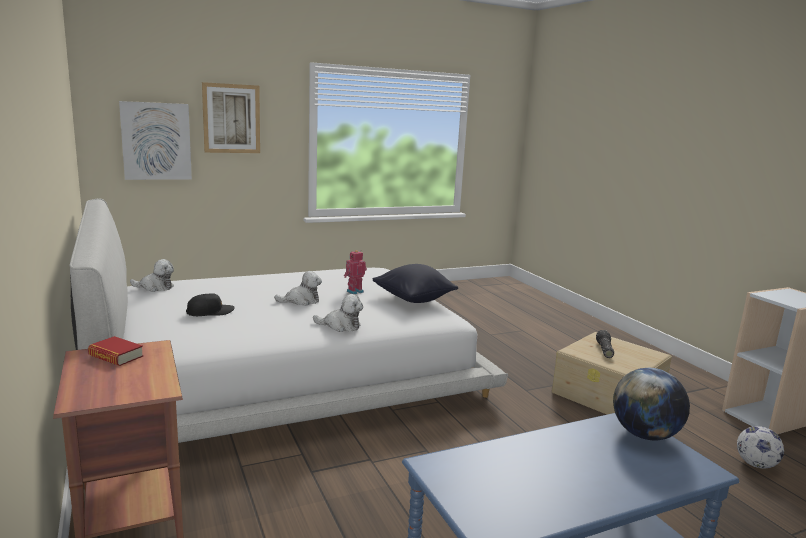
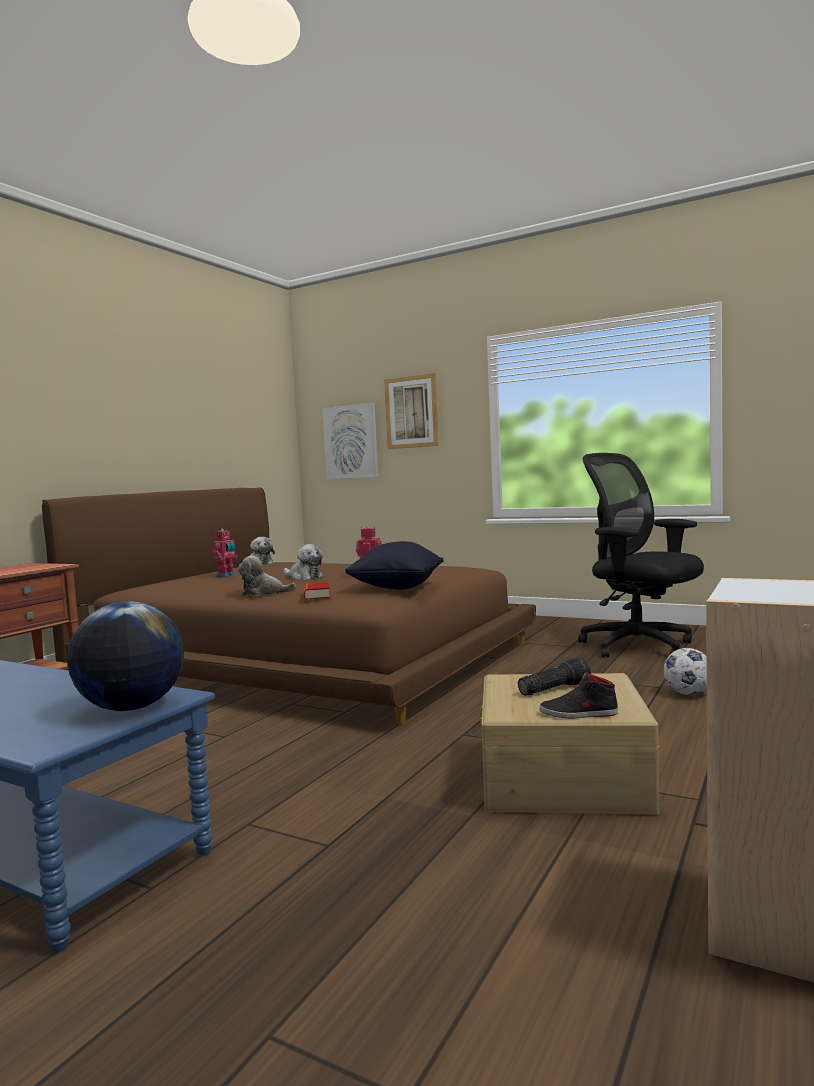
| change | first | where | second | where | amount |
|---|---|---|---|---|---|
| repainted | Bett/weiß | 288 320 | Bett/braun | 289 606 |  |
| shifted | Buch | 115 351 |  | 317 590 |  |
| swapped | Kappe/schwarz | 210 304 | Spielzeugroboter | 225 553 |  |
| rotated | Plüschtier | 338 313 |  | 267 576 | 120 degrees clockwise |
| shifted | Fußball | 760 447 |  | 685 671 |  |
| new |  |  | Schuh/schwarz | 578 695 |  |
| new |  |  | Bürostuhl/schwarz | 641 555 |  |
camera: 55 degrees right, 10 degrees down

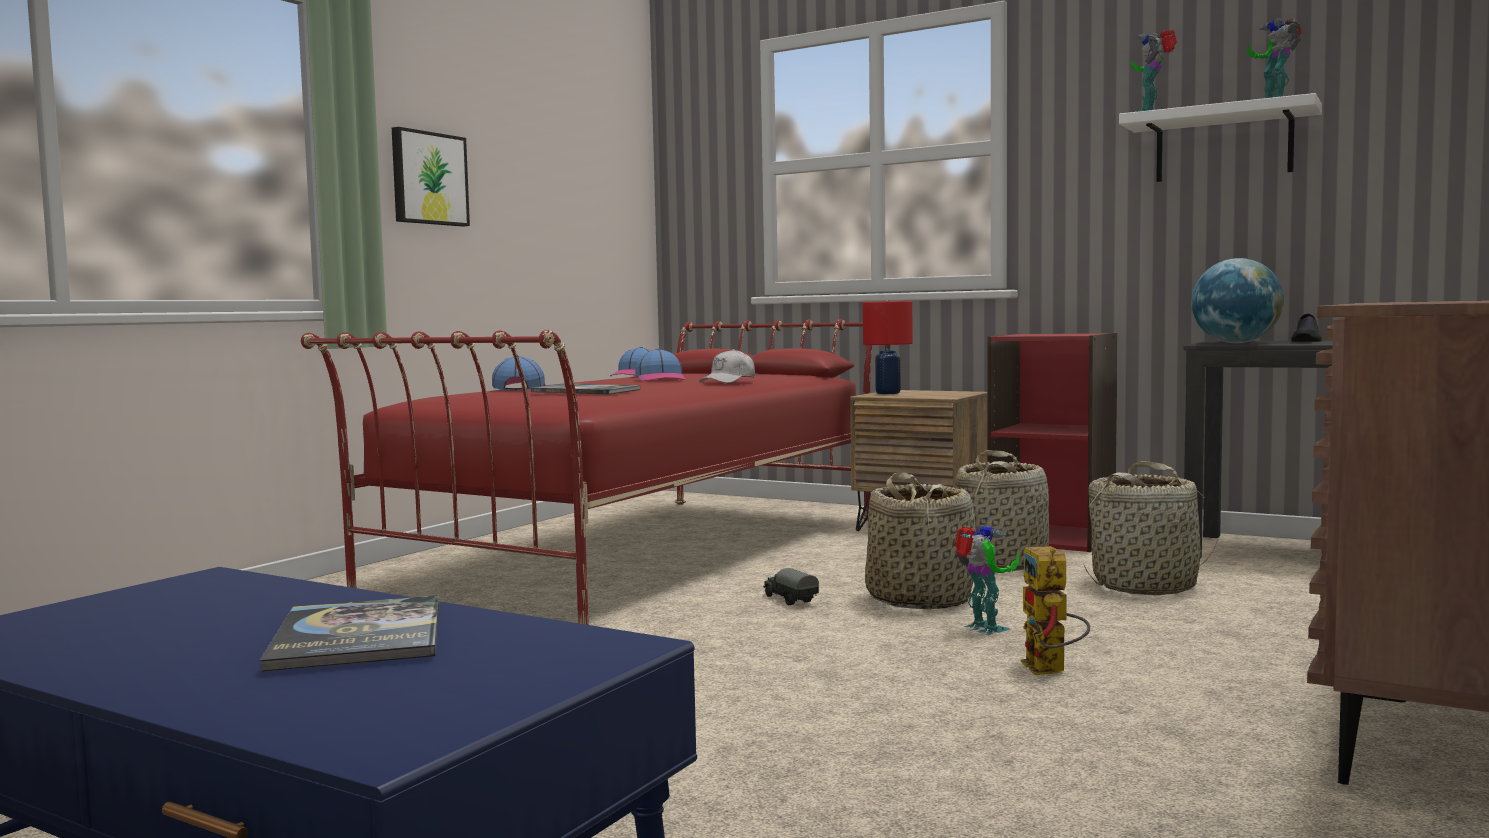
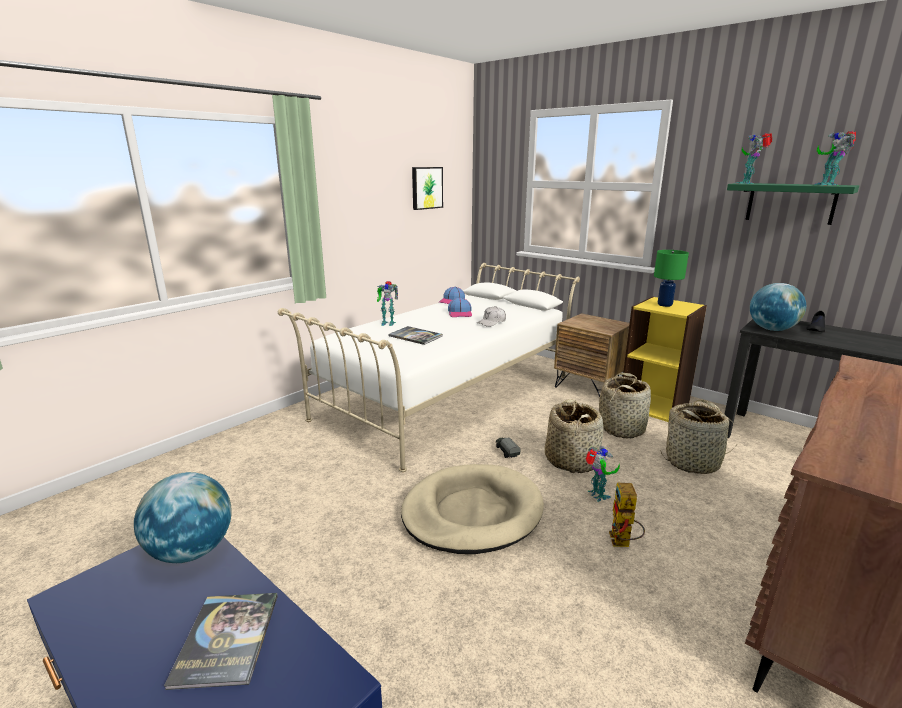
| change | first | where | second | where | amount |
|---|---|---|---|---|---|
| repainted | Bett/rot | 586 472 | Bett/weiß | 429 367 |  |
| shifted | Bild | 431 176 |  | 427 188 |  |
| swapped | Kappe | 518 373 | Spielzeugroboter | 387 303 |  |
| gone | Tischlampe/rot | 888 347 |  |  |  |
| repainted | Bücherregal/rot | 1052 442 | Bücherregal/gelb | 665 359 |  |
| repainted | Wandregal/weiß | 1220 137 | Wandregal/grün | 793 204 |  |
| new |  |  | Globus | 183 517 |  |
| new |  |  | Hundebett/beige | 472 509 |  |
| new |  |  | Tischlampe/grün | 671 278 |  |
camera: 10 degrees right, 15 degrees up

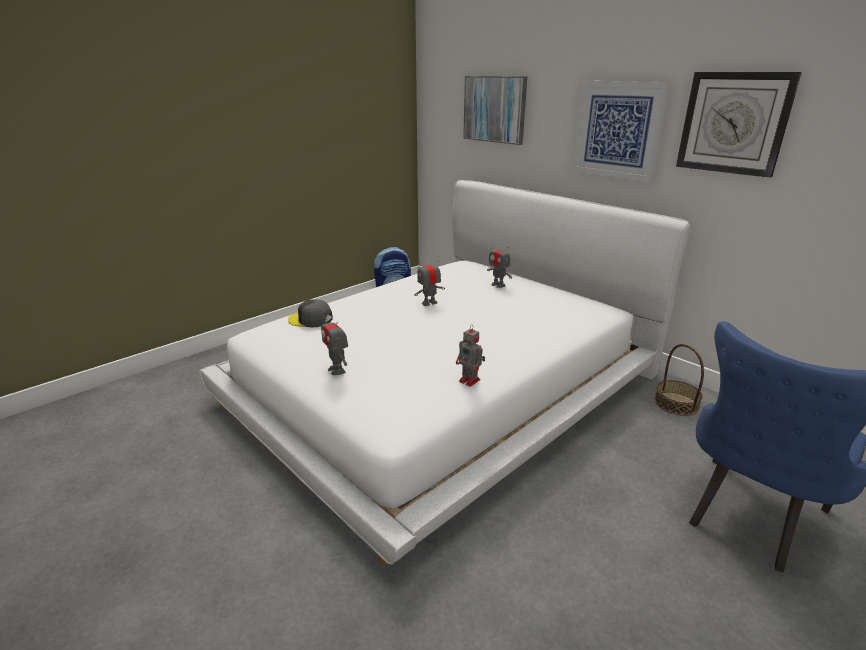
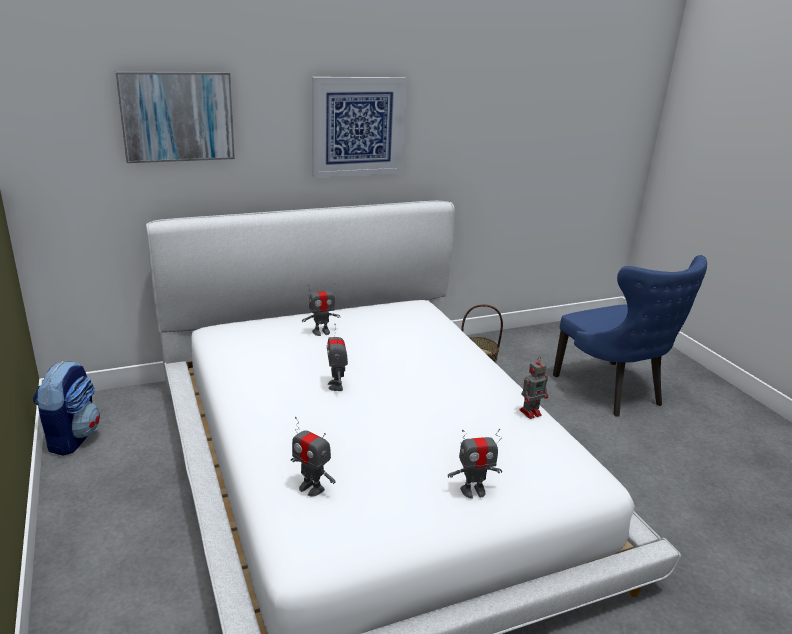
| change | first | where | second | where | amount |
|---|---|---|---|---|---|
| swapped | Kappe/grau | 310 313 | Spielzeugroboter | 313 457 |  |
| gone | Wanduhr | 739 125 |  |  |  |
camera: 70 degrees left, 0 degrees up

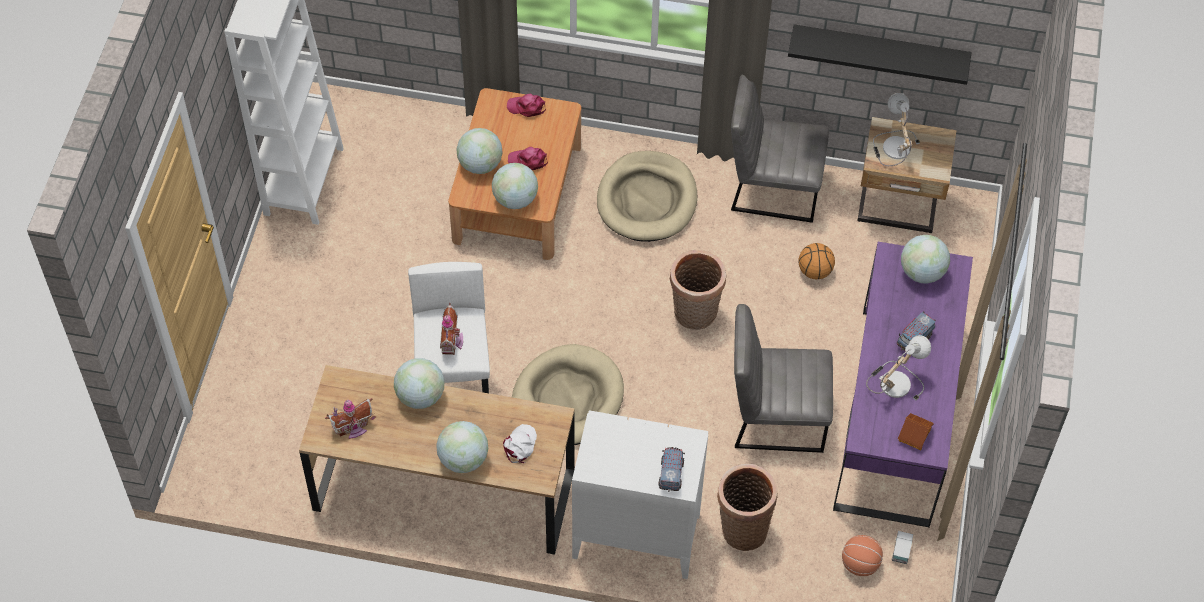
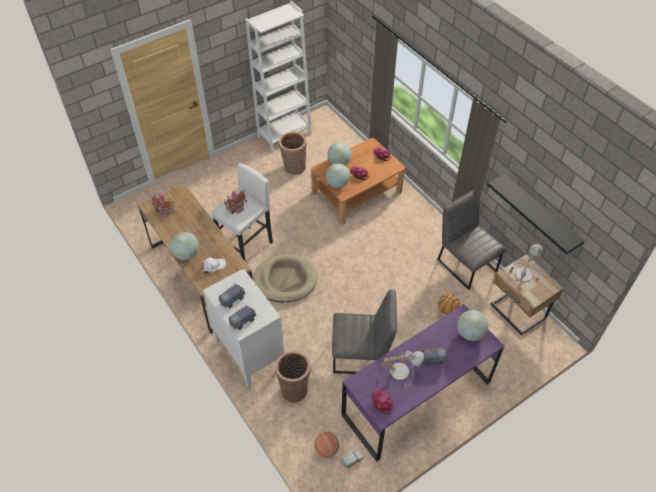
| change | first | where | second | where | amount |
|---|---|---|---|---|---|
| gone | Globus | 419 383 |  |  |  |
| gone | Hundebett/beige | 647 196 |  |  |  |
| shifted | Korb | 698 290 |  | 292 153 |  |
| rotated | Stuhl/grau | 783 378 |  | 364 331 | 135 degrees clockwise |
| swapped | Spielzeughaus | 916 431 | Kappe/rosa | 382 401 |  |
| new |  |  | Spielzeuglaster | 232 296 |  |
camera: 45 degrees right, 5 degrees down

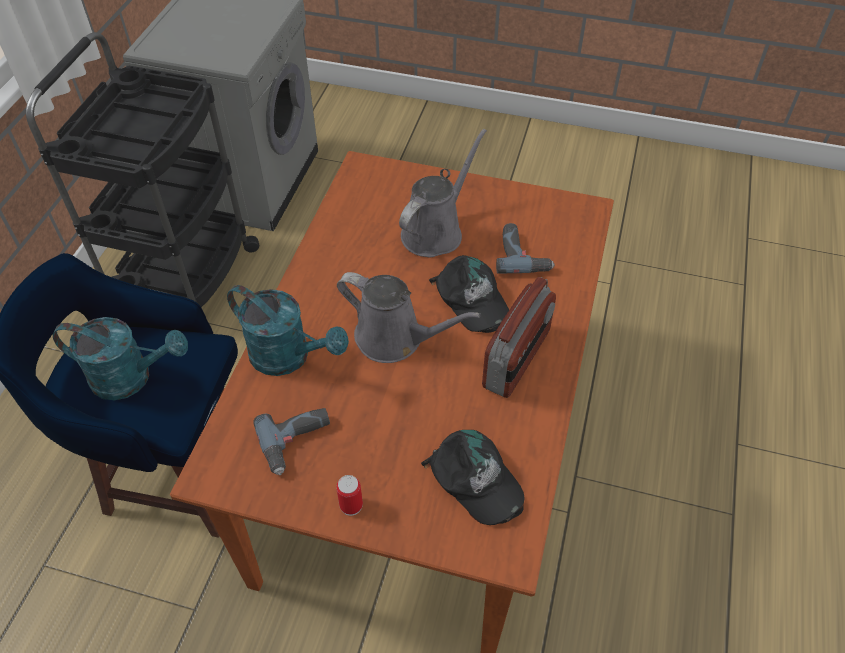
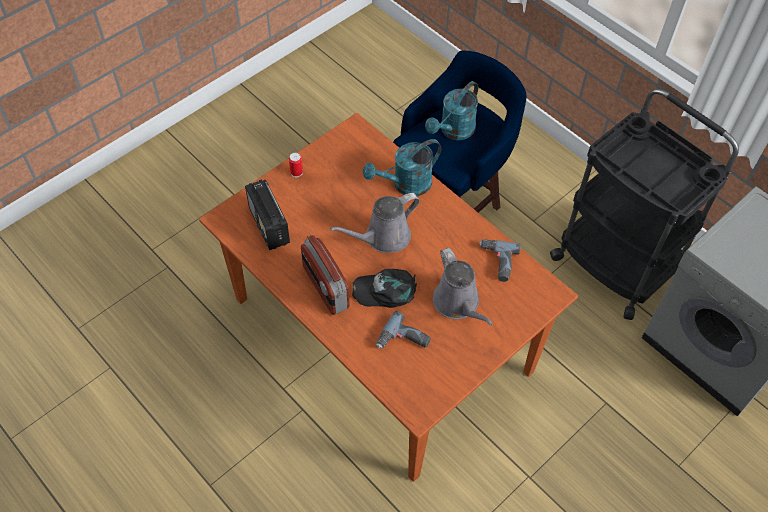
| change | first | where | second | where | amount |
|---|---|---|---|---|---|
| shifted | Bohrmaschine | 291 441 |  | 500 260 |  |
| swapped | Kappe/schwarz | 473 477 | Radio | 267 214 |  |
camera: 120 degrees right, 5 degrees up

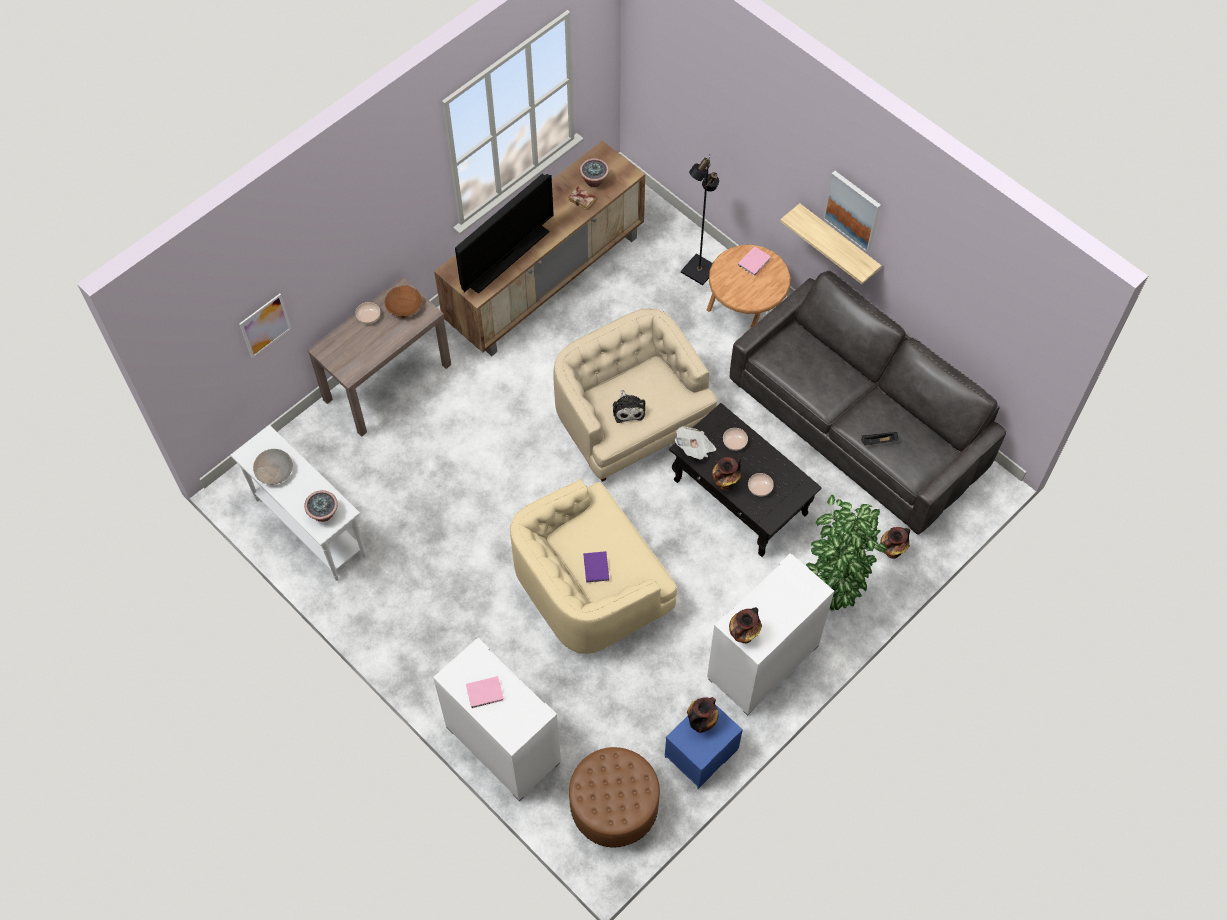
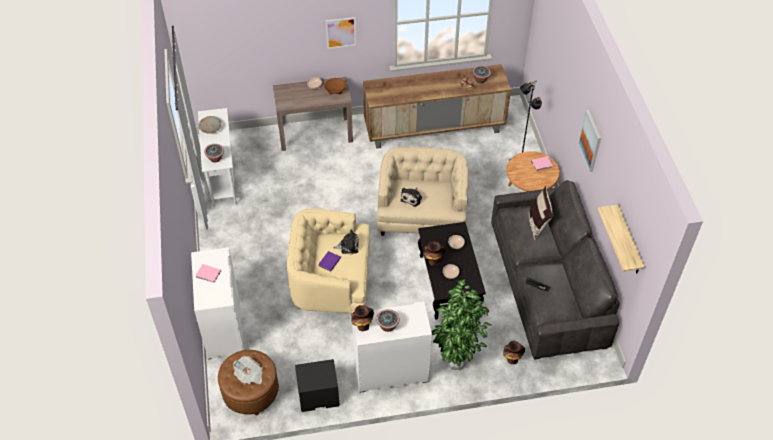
| change | first | where | second | where | amount |
|---|---|---|---|---|---|
| shifted | Bild | 265 326 |  | 341 33 |  |
| gone | Fernseher | 504 234 |  |  |  |
| repainted | Nachttisch/blau | 704 743 | Nachttisch/schwarz | 317 385 |  |
| shifted | Zeitung | 695 443 |  | 248 370 |  |
| gone | Vase | 703 715 |  |  |  |
| shifted | Wandregal | 830 243 |  | 621 239 |  |
| new |  |  | Plüschtier | 346 242 |  |
| new |  |  | Topfpflanze | 387 320 |  |
| new |  |  | Kissen | 541 213 |  |
camera: 35 degrees right, 10 degrees down

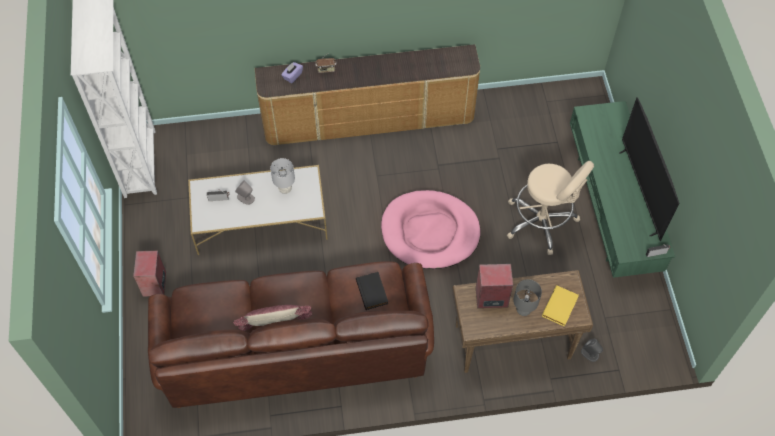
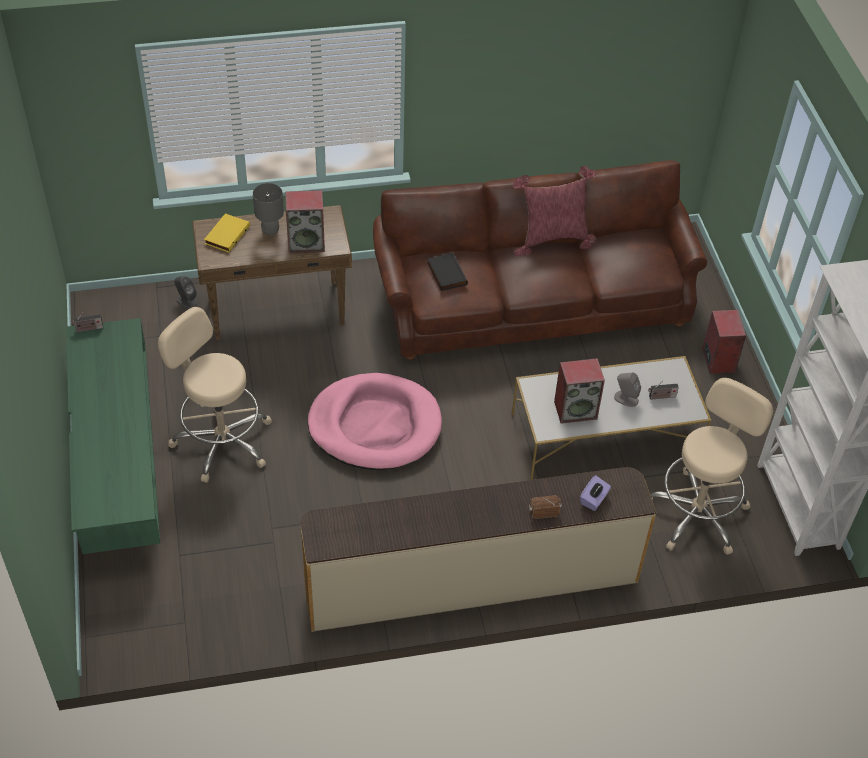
| change | first | where | second | where | amount |
|---|---|---|---|---|---|
| swapped | Tischlampe/grau | 282 176 | Lautsprecher | 579 391 |  |
| gone | Fernseher | 649 169 |  |  |  |
| new |  |  | Hocker/beige | 711 466 |  |
camera: 175 degrees right, 10 degrees down

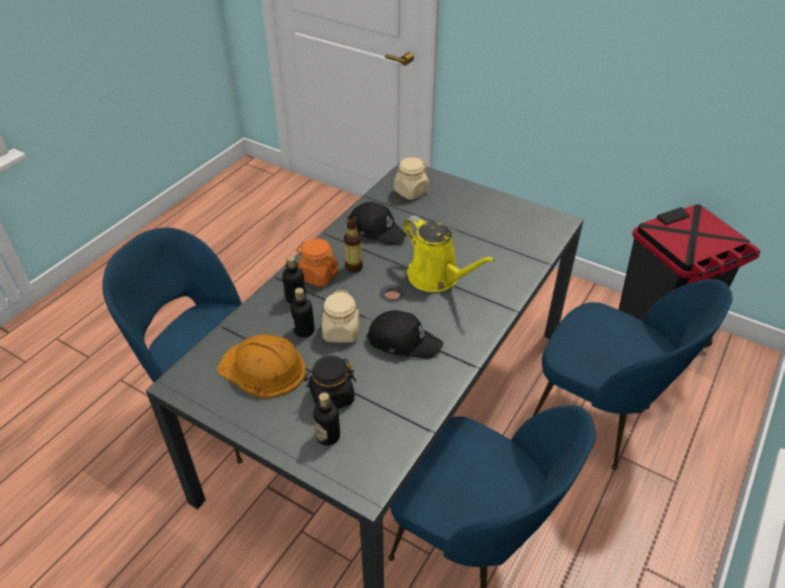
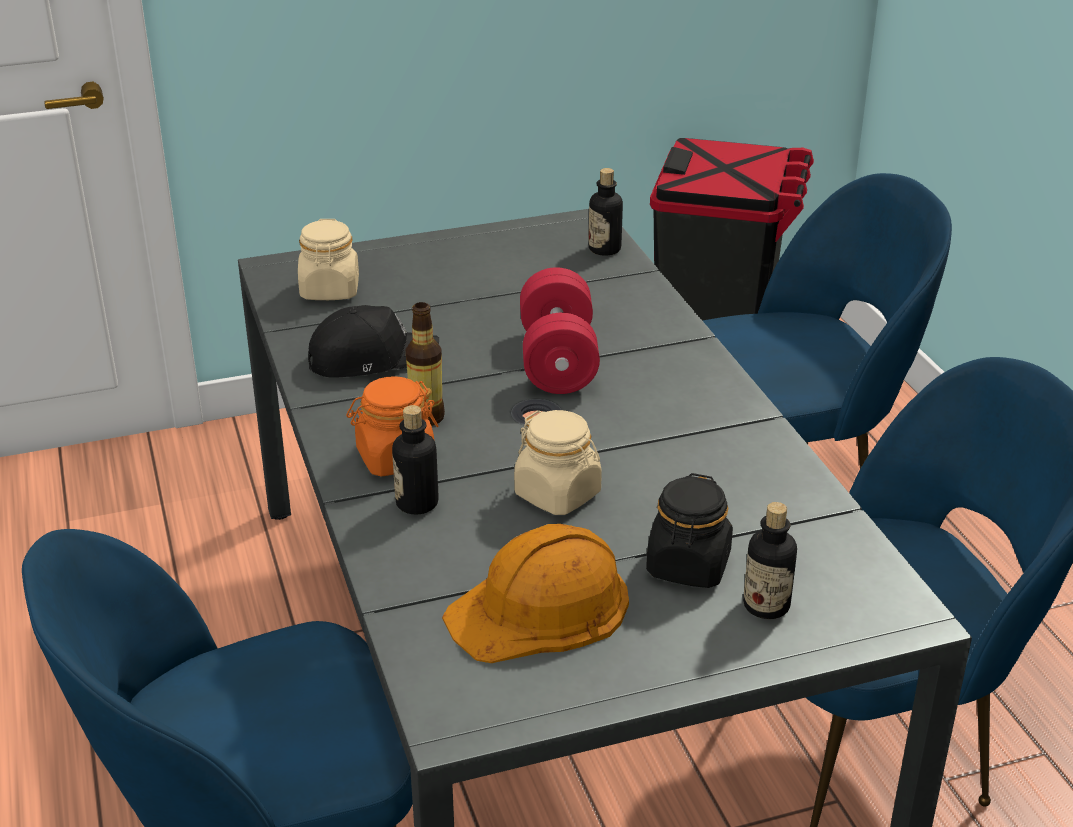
| change | first | where | second | where | amount |
|---|---|---|---|---|---|
| shifted | Flasche | 302 313 |  | 605 212 |  |
| gone | Kappe/schwarz | 405 334 |  |  |  |
| swapped | Gießkanne/gelb | 449 253 | Hantel/rot | 560 330 |  |
camera: 50 degrees left, 10 degrees down

